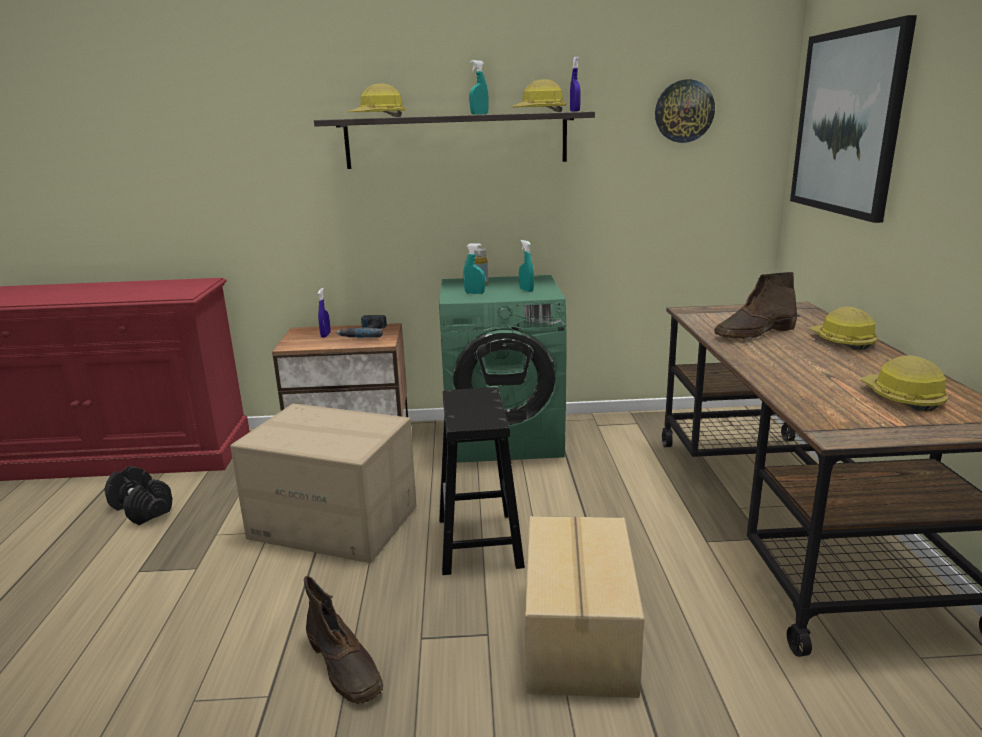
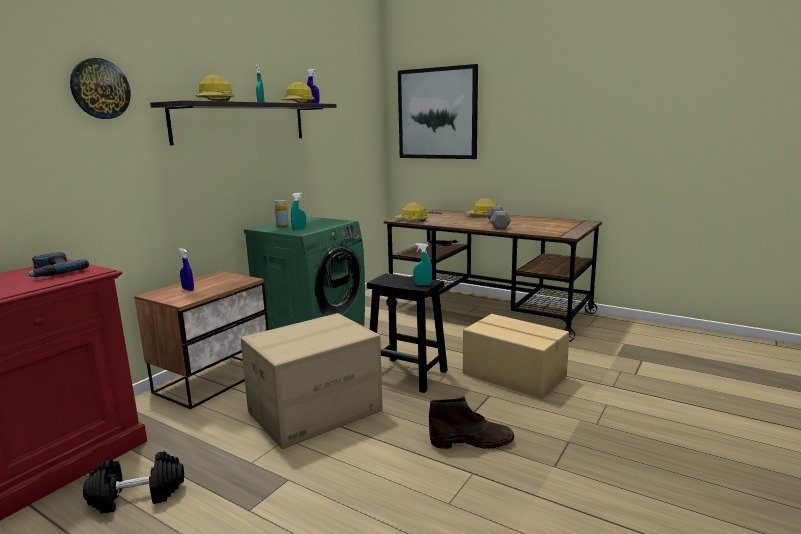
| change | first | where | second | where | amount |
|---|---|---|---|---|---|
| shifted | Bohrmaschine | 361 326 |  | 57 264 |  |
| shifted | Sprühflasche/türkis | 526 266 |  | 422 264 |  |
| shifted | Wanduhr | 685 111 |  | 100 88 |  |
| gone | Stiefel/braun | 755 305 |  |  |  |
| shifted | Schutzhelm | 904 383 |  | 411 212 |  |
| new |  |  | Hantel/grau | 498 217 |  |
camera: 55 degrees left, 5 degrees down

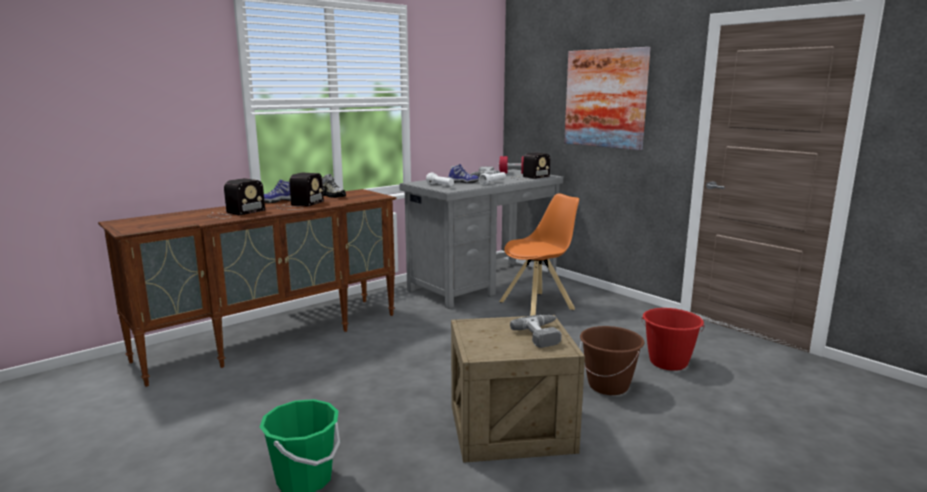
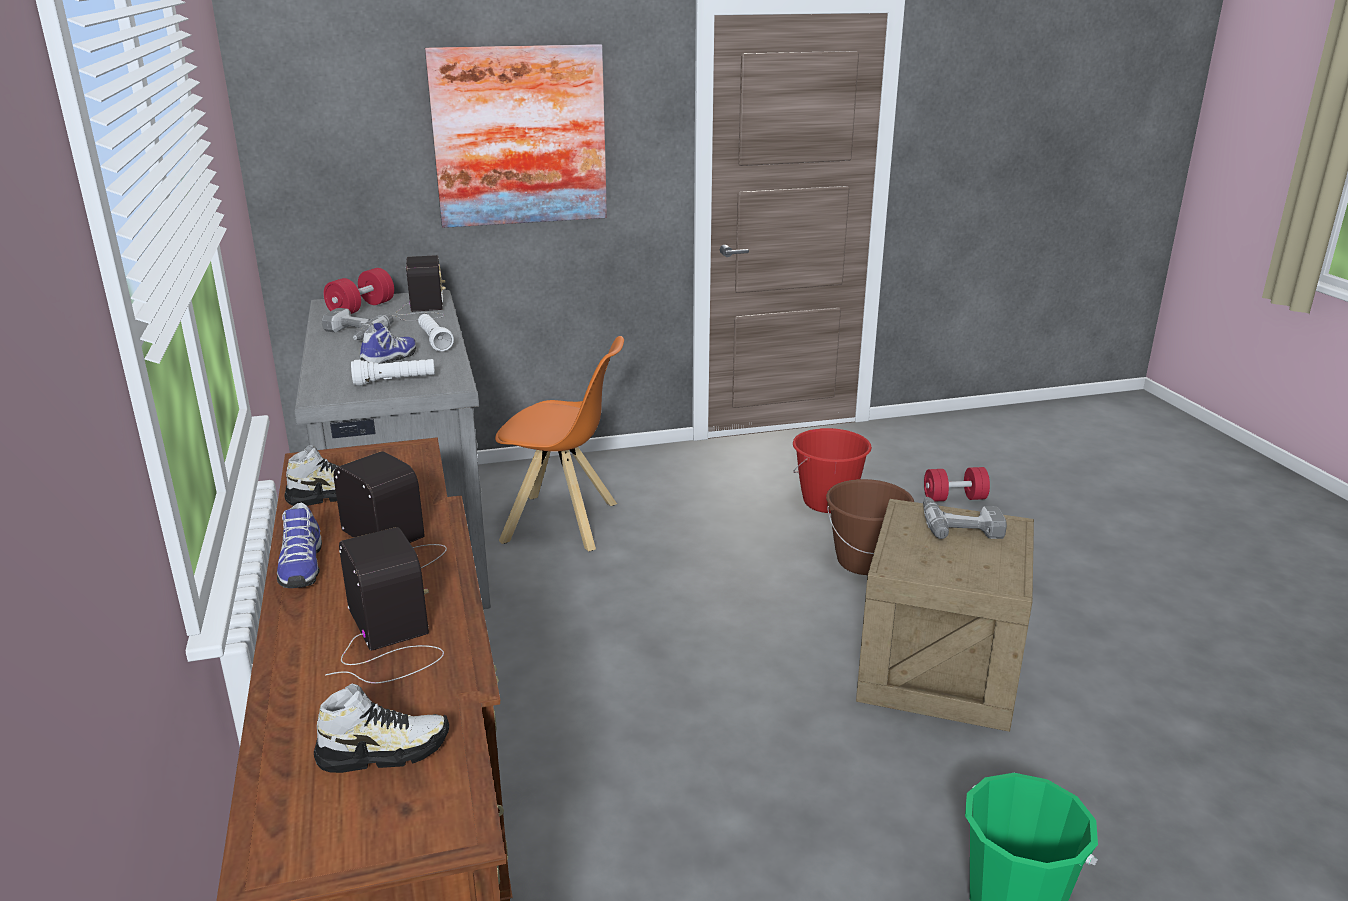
| change | first | where | second | where | amount |
|---|---|---|---|---|---|
| rotated | Stuhl/orange | 539 254 |  | 559 444 | 105 degrees clockwise |
| new |  |  | Schuh | 381 728 |  |
| new |  |  | Hantel/rot | 957 484 |  |
camera: 65 degrees left, 10 degrees up

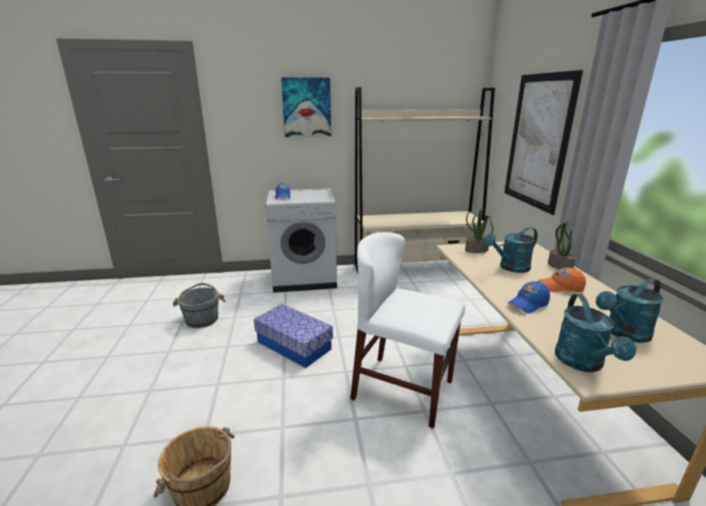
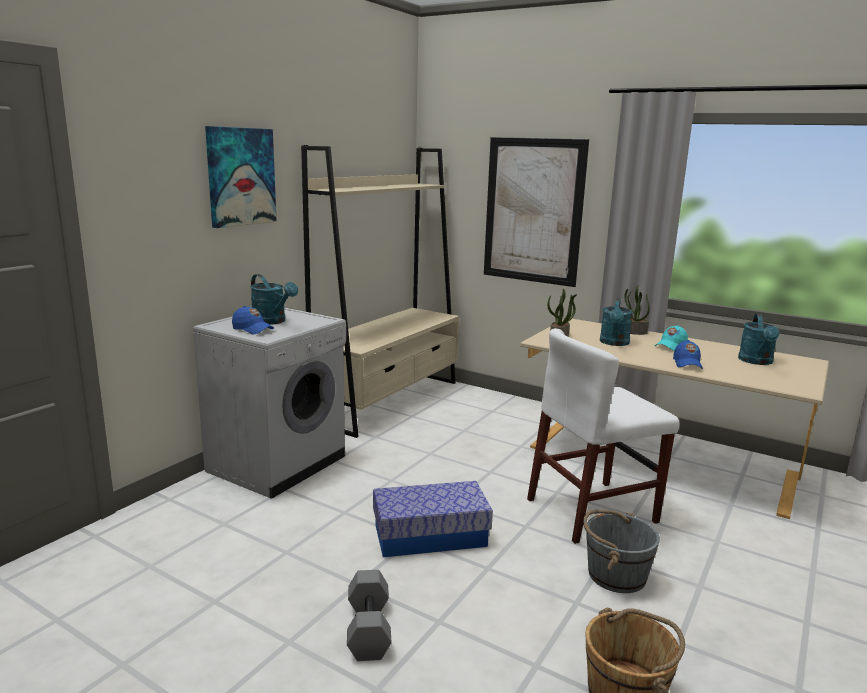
| change | first | where | second | where | amount |
|---|---|---|---|---|---|
| shifted | Eimer/grau | 199 305 |  | 621 551 |  |
| repainted | Kappe/orange | 562 280 | Kappe/türkis | 671 338 |  |
| shifted | Gießkanne/türkis | 595 333 |  | 274 299 |  |
| new |  |  | Hantel/grau | 369 615 |  |
camera: 50 degrees left, 5 degrees down

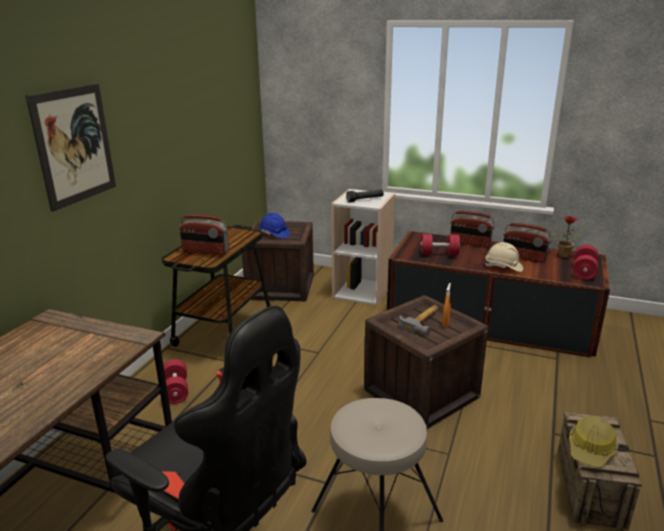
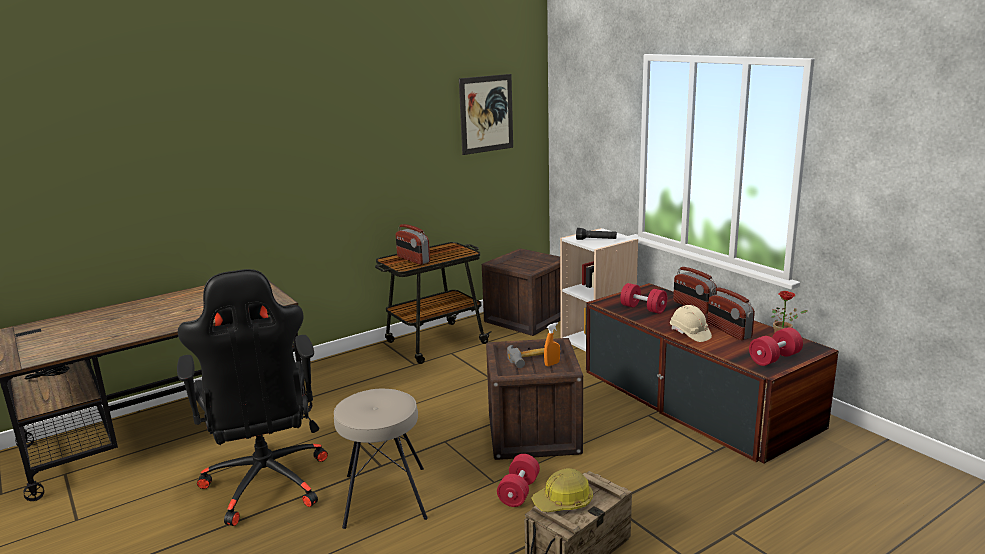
| change | first | where | second | where | amount |
|---|---|---|---|---|---|
| shifted | Bild | 71 147 |  | 486 114 |  |
| shifted | Hantel/rot | 175 381 |  | 518 480 |  |
| gone | Schutzhelm/blau | 274 226 |  |  |  |
camera: 35 degrees right, 5 degrees down

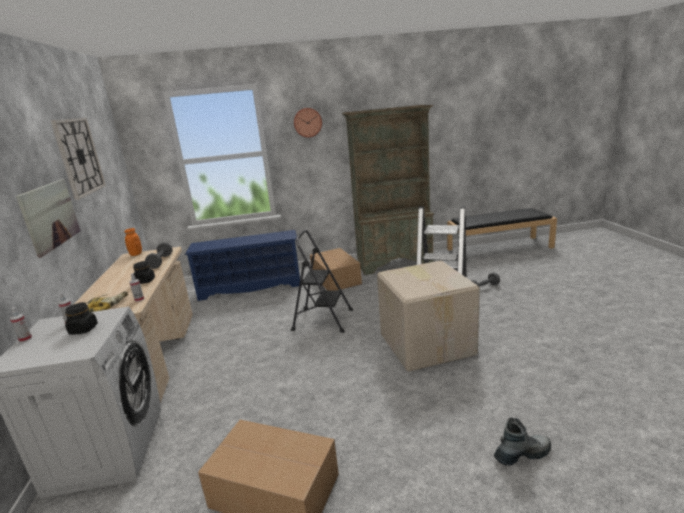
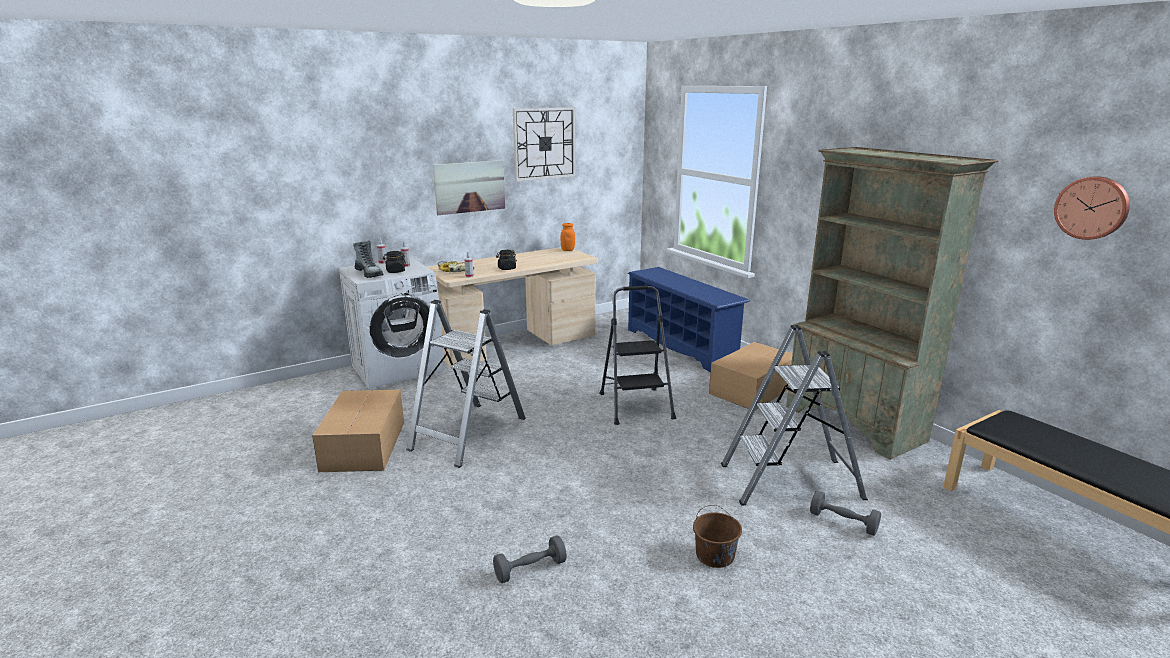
| change | first | where | second | where | amount |
|---|---|---|---|---|---|
| shifted | Hantel/grau | 158 255 |  | 530 559 |  |
| shifted | Wanduhr | 308 123 |  | 1092 208 |  |
| gone | Karton | 428 316 |  |  |  |
| shifted | Stiefel | 522 441 |  | 368 259 |  |
| new |  |  | Trittleiter/grau | 466 384 |  |
| new |  |  | Eimer/braun | 717 536 |  |
camera: 65 degrees right, 0 degrees up

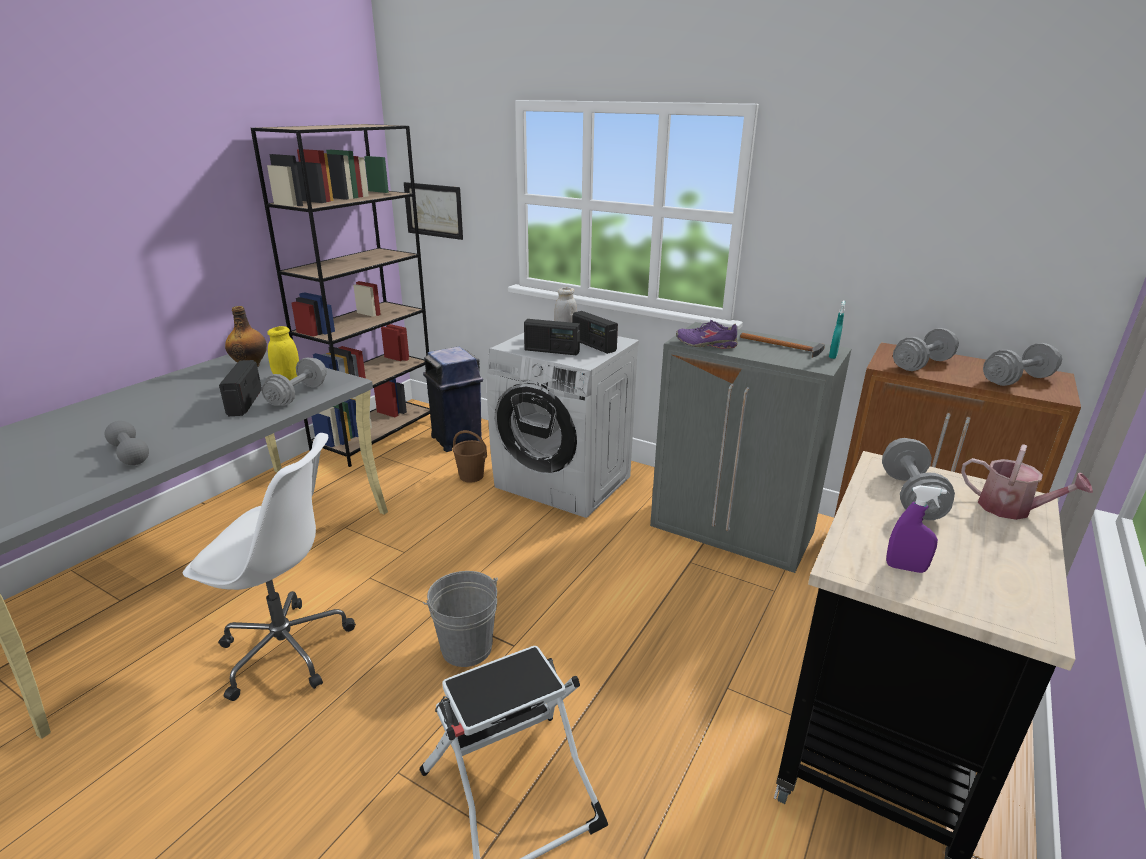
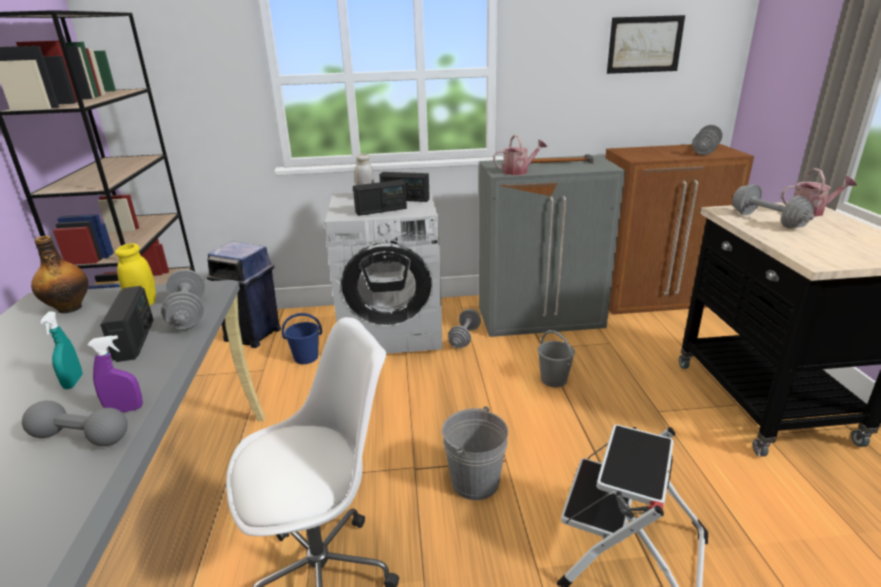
| change | first | where | second | where | amount |
|---|---|---|---|---|---|
| rotated | Radio | 240 388 |  | 126 324 | 150 degrees counterclockwise |
| shifted | Bild | 433 211 |  | 646 44 |  |
| repainted | Eimer/braun | 470 456 | Eimer/blau | 302 338 |  |
| swapped | Schuh/lila | 707 334 | Gießkanne | 520 155 |  |
| shifted | Sprühflasche/türkis | 837 330 |  | 61 350 |  |
| shifted | Sprühflasche/lila | 916 529 |  | 115 374 |  |
| shifted | Hantel/grau | 926 349 |  | 464 328 |  |
| new |  |  | Eimer/grau | 556 358 |  |
camera: 35 degrees left, 0 degrees up

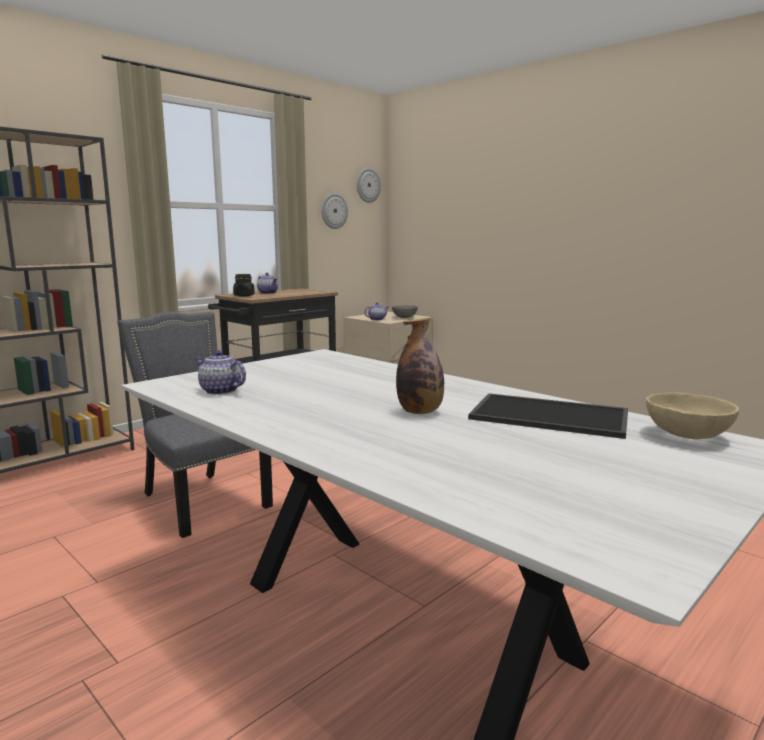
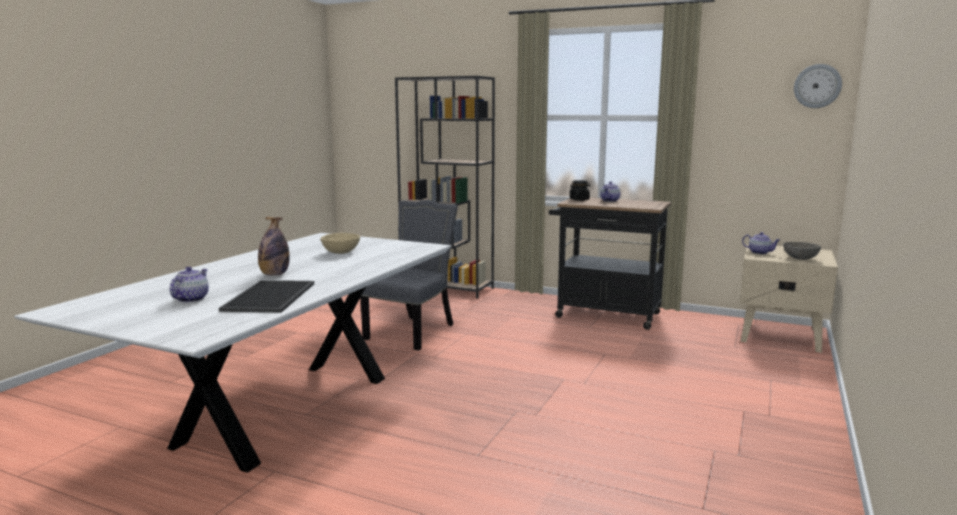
| change | first | where | second | where | amount |
|---|---|---|---|---|---|
| shifted | Teekanne | 220 372 |  | 189 285 |  |
| gone | Wanduhr | 334 211 |  |  |  |
| shifted | Schüssel/beige | 692 415 |  | 340 243 |  |
camera: 70 degrees right, 0 degrees up

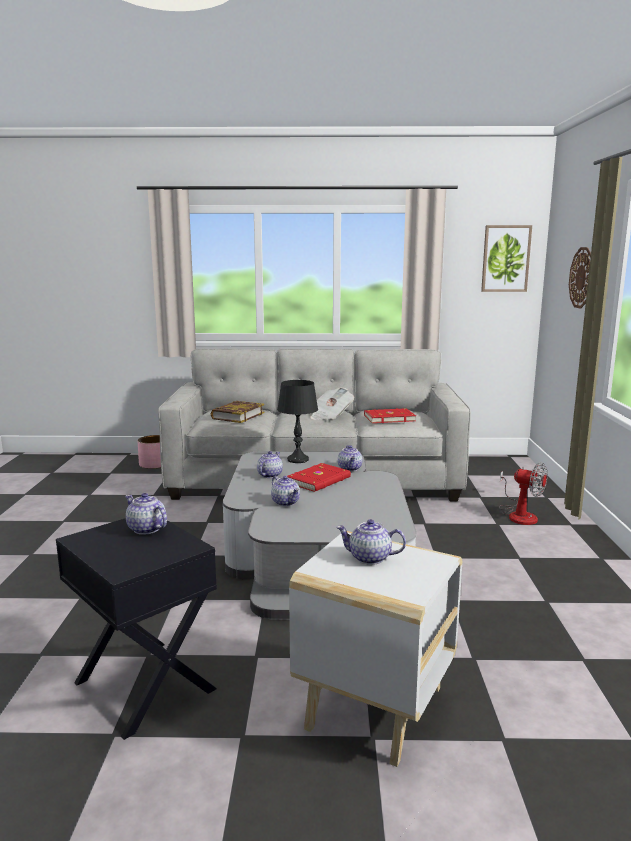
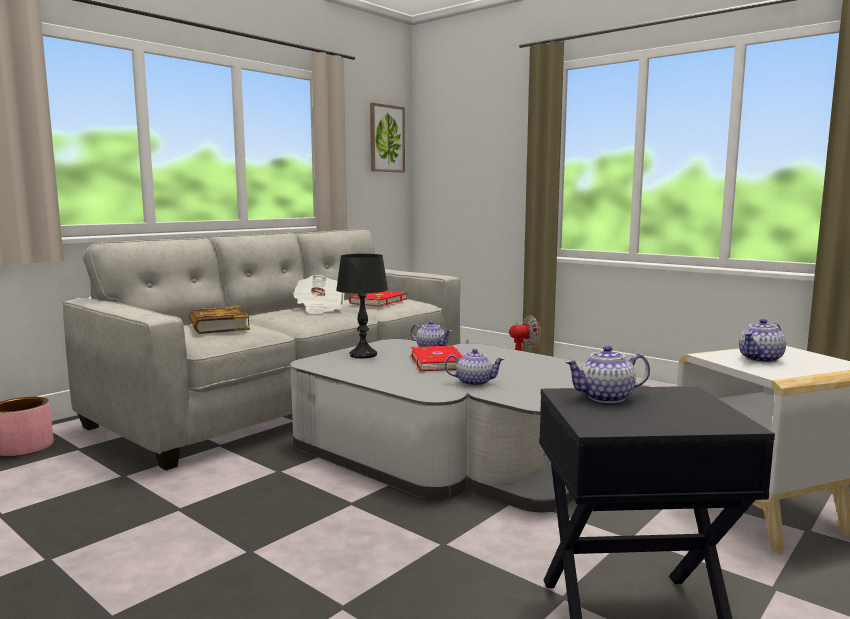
| change | first | where | second | where | amount |
|---|---|---|---|---|---|
| gone | Teekanne | 270 464 |  |  |  |
| gone | Wanduhr | 580 278 |  |  |  |
camera: 50 degrees left, 5 degrees down

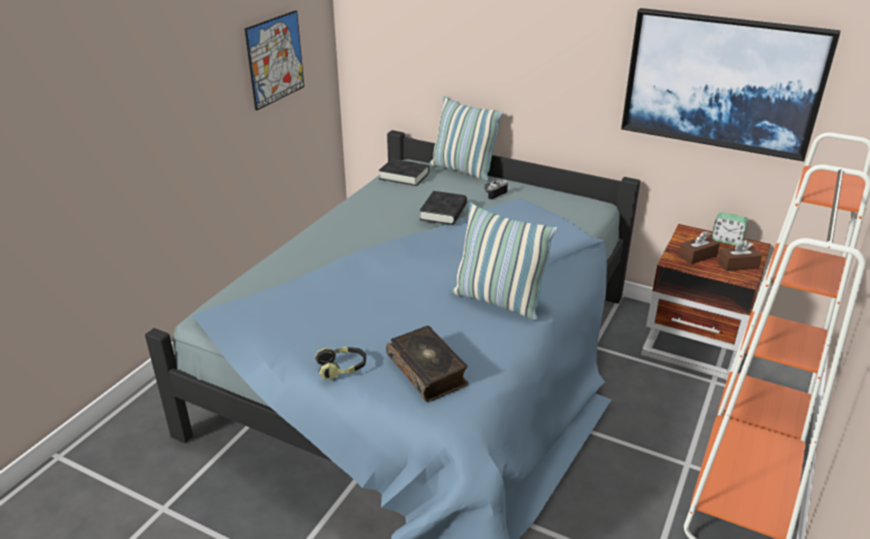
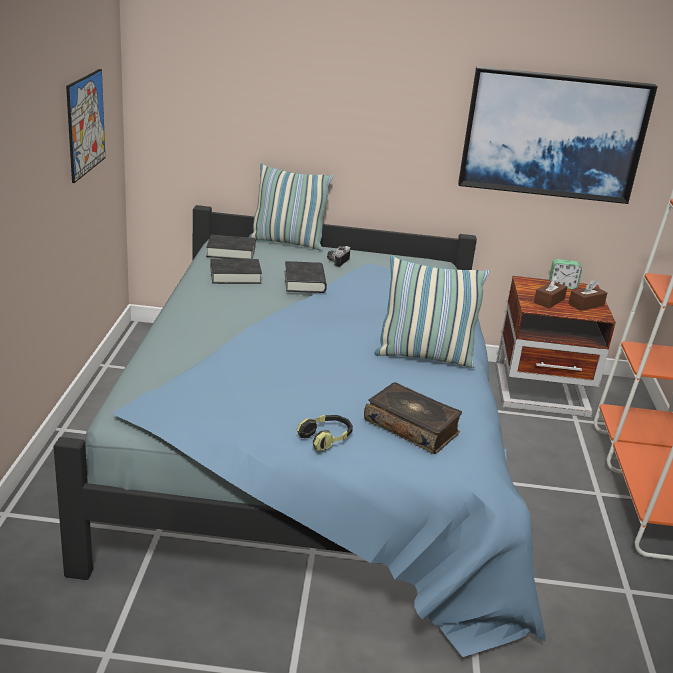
| change | first | where | second | where | amount |
|---|---|---|---|---|---|
| new |  |  | Buch/schwarz | 236 271 |  |
camera: 25 degrees left, 5 degrees down

